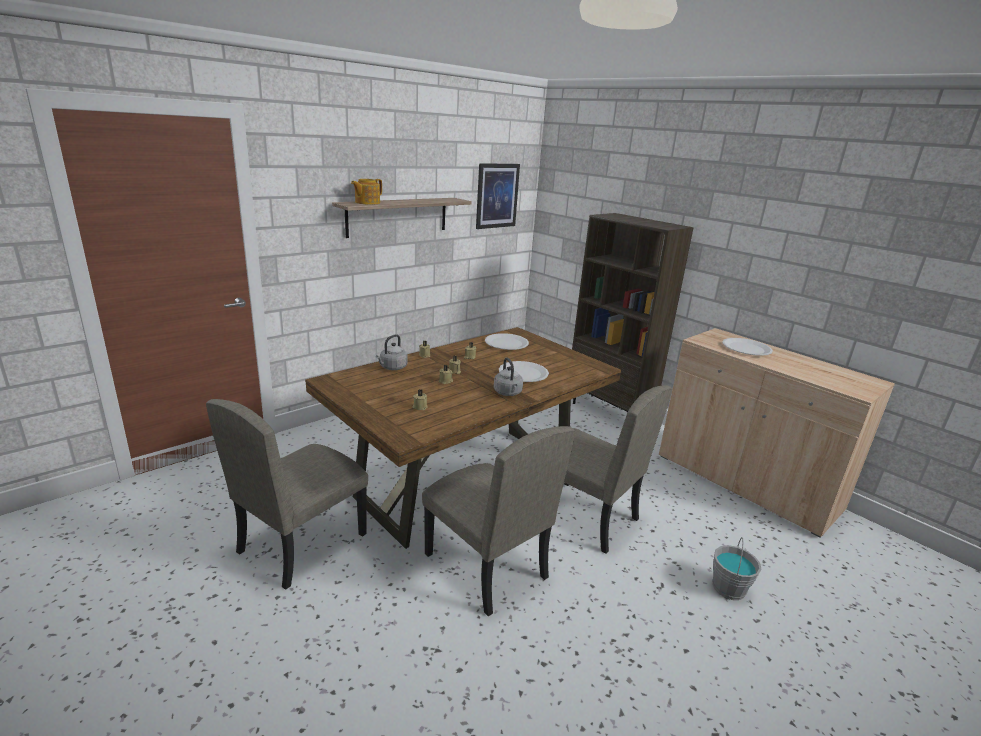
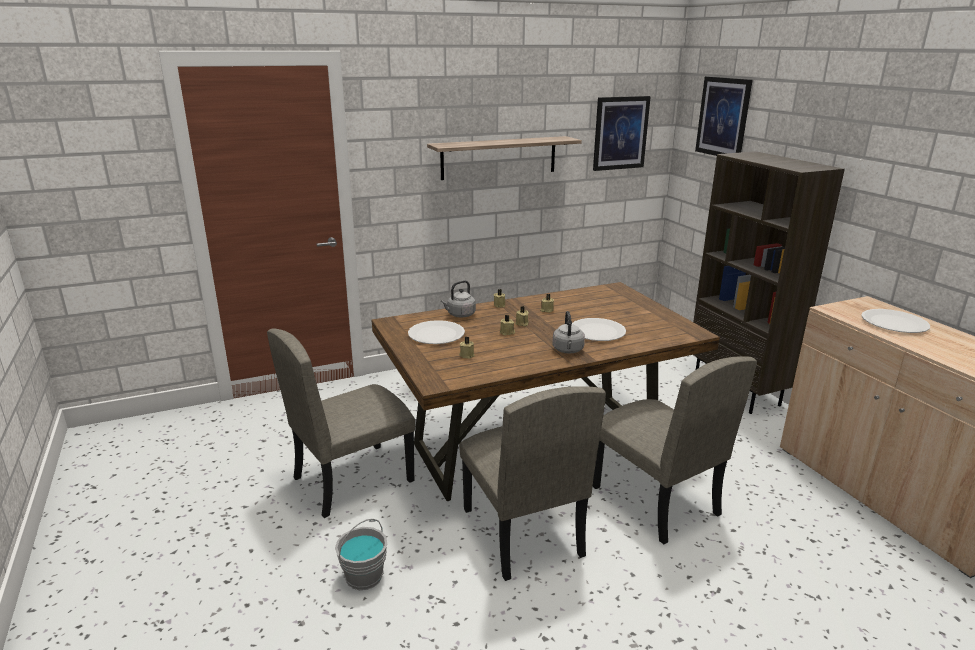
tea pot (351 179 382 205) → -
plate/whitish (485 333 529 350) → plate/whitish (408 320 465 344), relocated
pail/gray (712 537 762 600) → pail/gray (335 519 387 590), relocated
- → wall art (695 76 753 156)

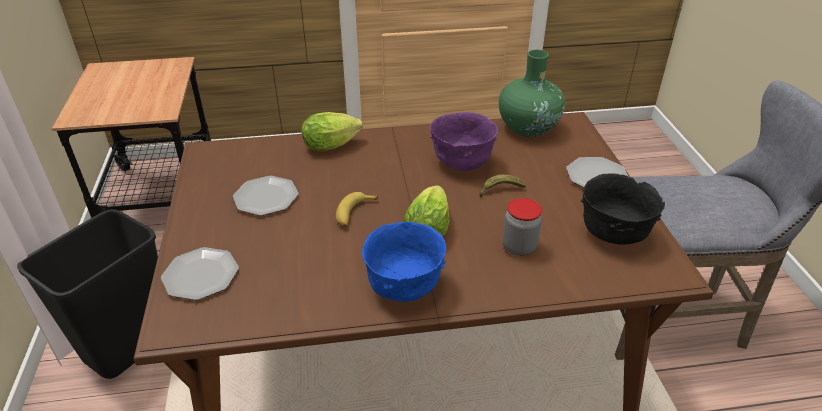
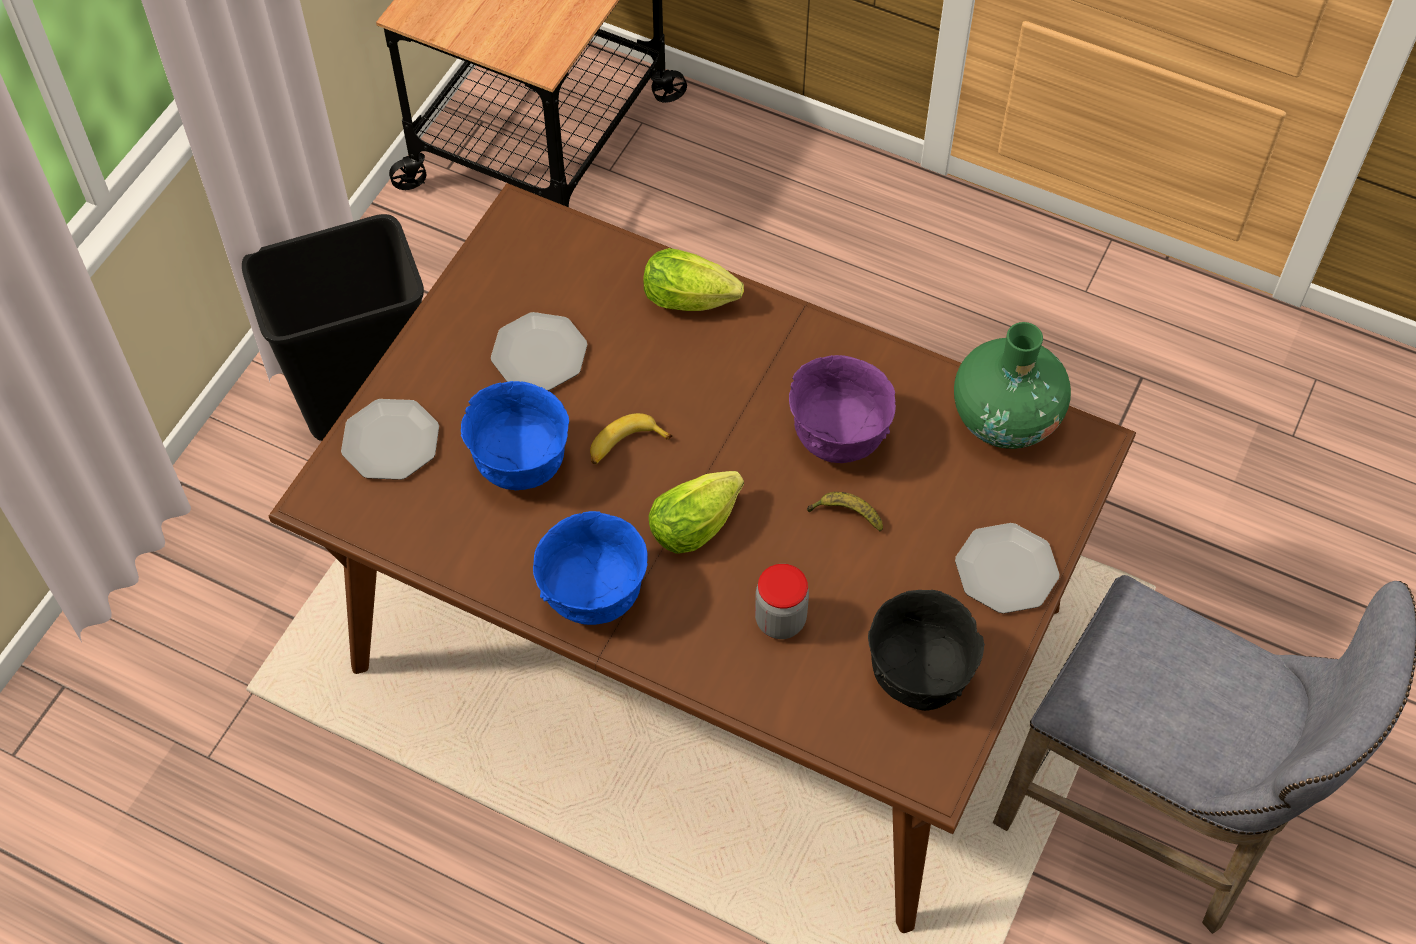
- → bowl/blue-coloured (461 381 569 490)

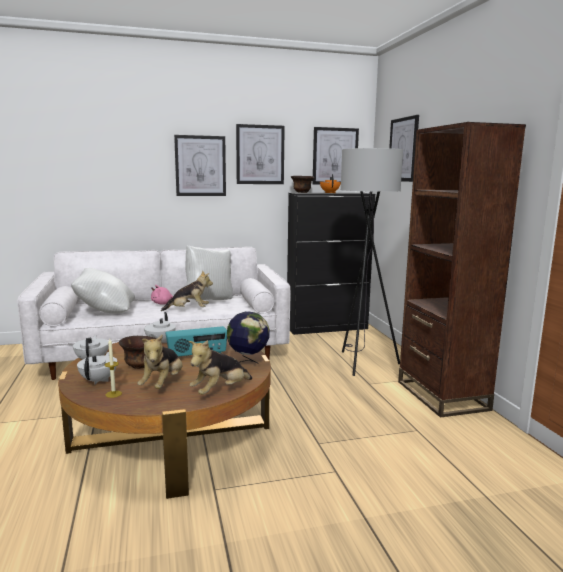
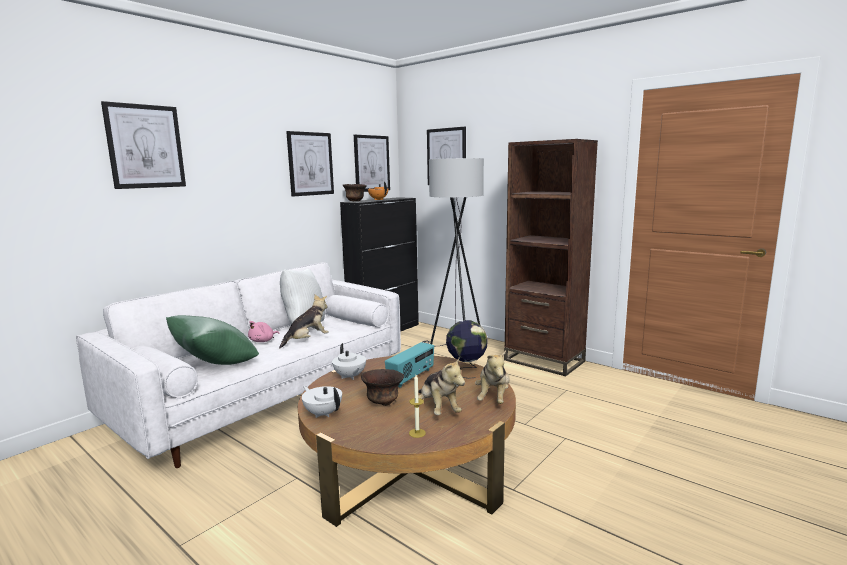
throw pillow/whitish (71 268 135 314) → throw pillow/green (166 315 259 365)
tea pot/whitish (77 352 117 385) → -
wall art (174 135 226 196) → wall art (101 101 186 189), relocated

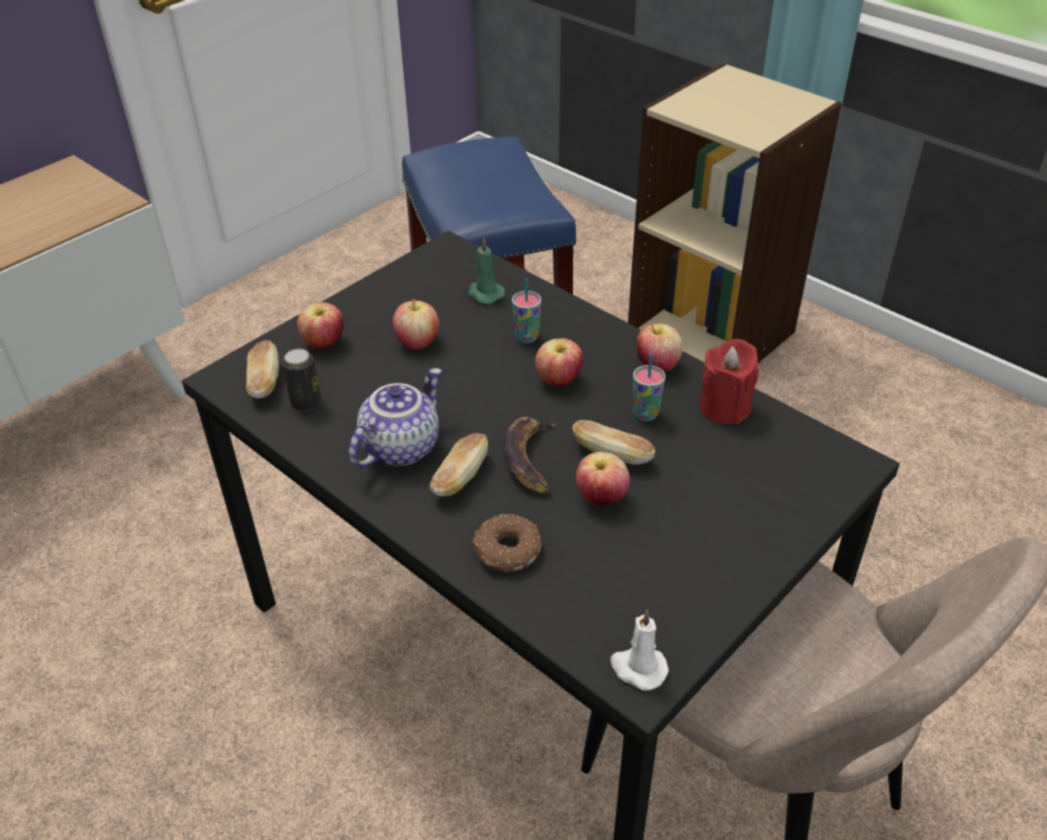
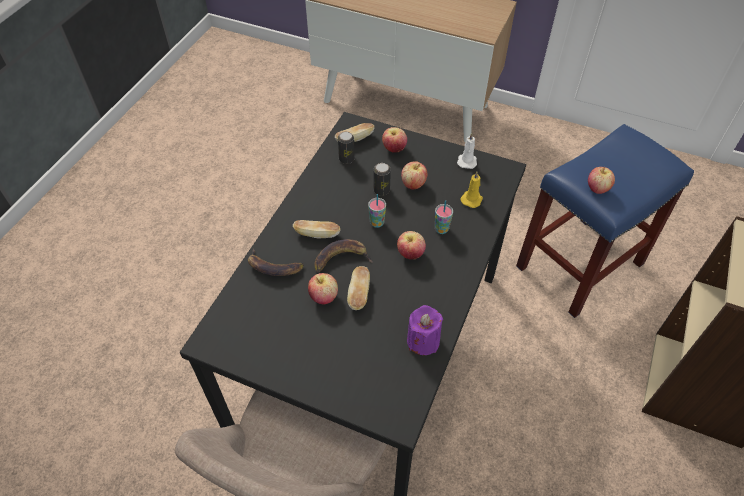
tea pot (348 368 442 468) → -
wax candle/green (468 238 505 304) → wax candle/yellow-coloured (461 172 483 208)
ring doughnut (472 514 542 572) → whole banana (248 249 304 276)
wax candle/whitish (610 610 669 691) → wax candle/whitish (457 133 477 169), relocated
drinking cup (633 354 665 422) → drinking cup (368 194 386 228), relocated
apple fruit (636 323 683 372) → apple fruit (588 167 615 194), relocated
wax candle/reddish (700 339 759 425) → wax candle/purple (407 305 443 355)
- → can (374 163 391 196)

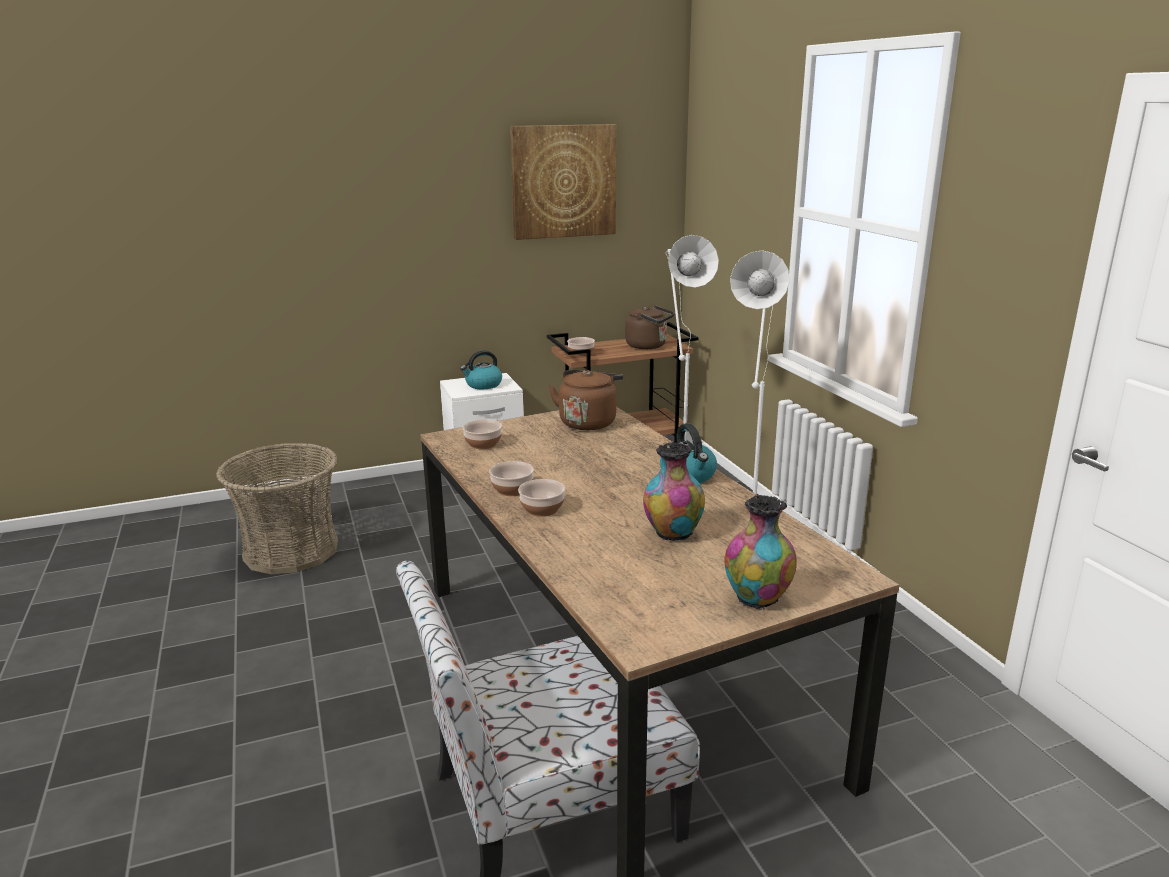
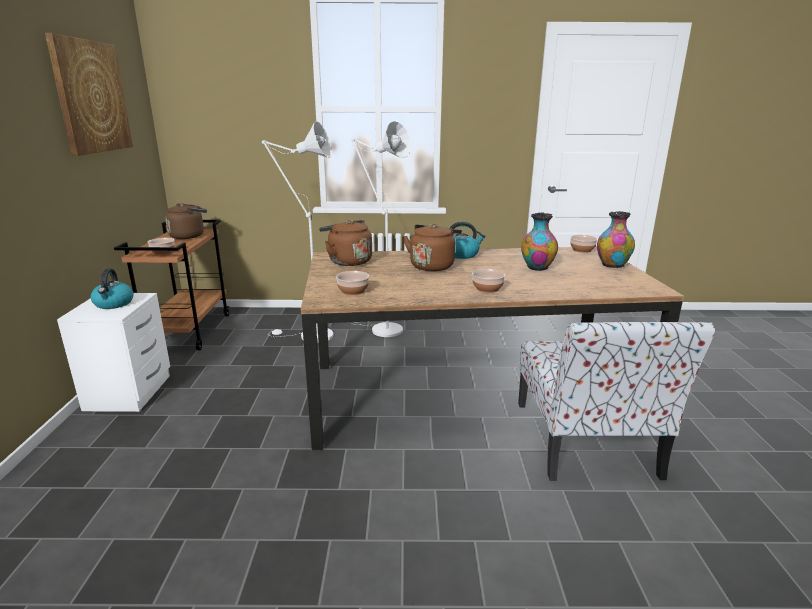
basket (216 443 338 574) → -
bowl (489 461 534 496) → bowl (570 235 598 253), relocated
- → water kettle/brown (403 224 462 271)

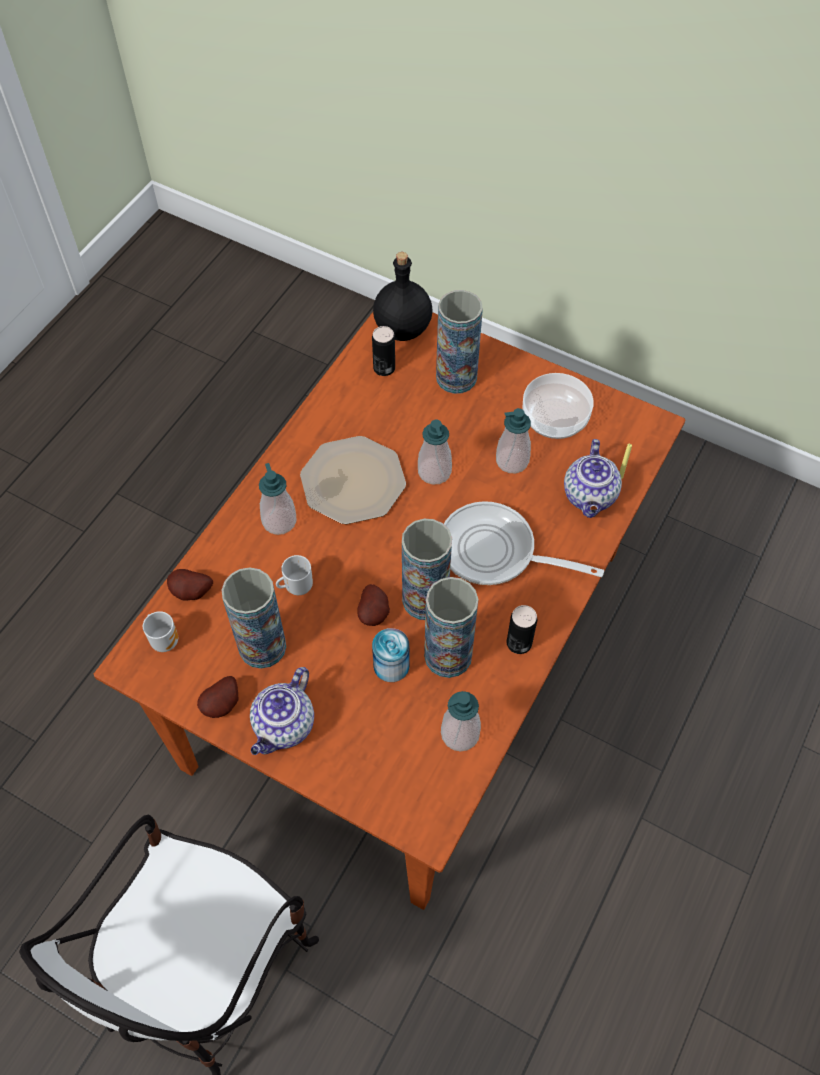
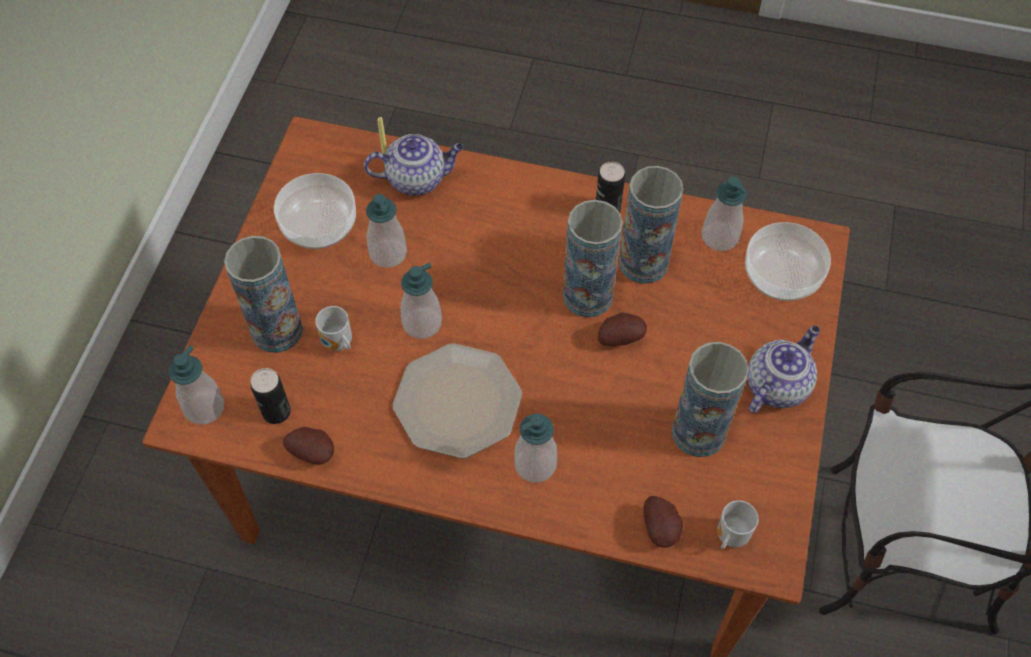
spud (197 676 238 718) → spud (283 427 334 465), relocated
tea pot (250 667 314 755) → tea pot (748 325 820 413), 60 degrees counterclockwise
tea mug (276 555 313 595) → tea mug (315 306 352 351), relocated
can (372 628 409 682) → -
bottle/black (373 252 433 341) → liquid soap bottle (169 345 224 425)
pan (444 501 604 585) → -
- → bowl (745 222 831 301)

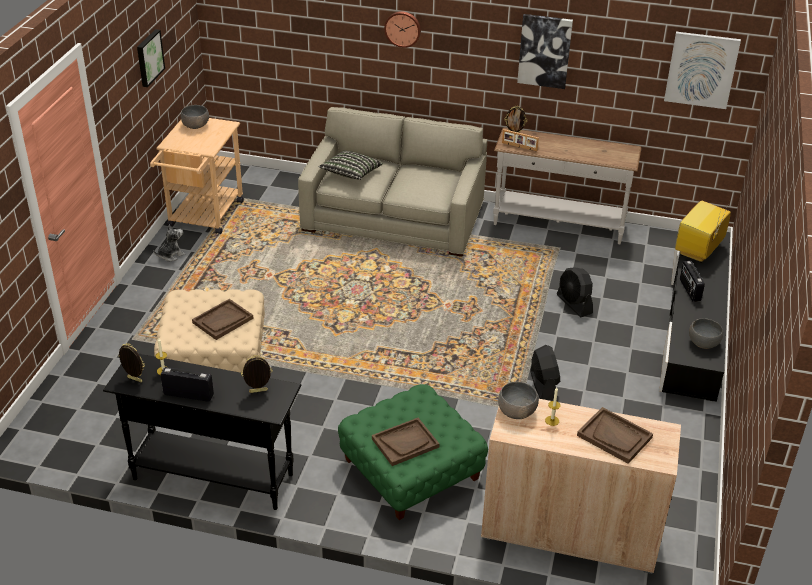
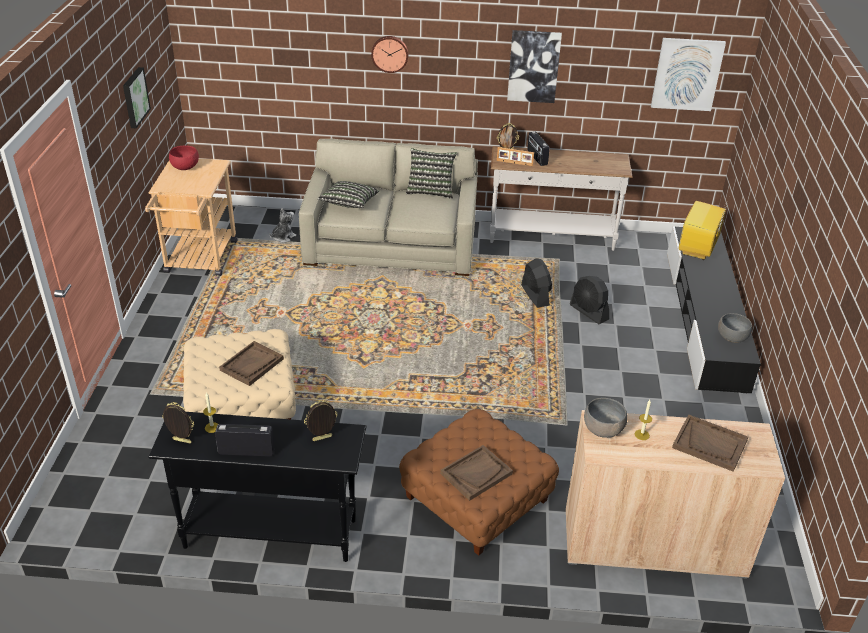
plush toy (154 225 185 261) → plush toy (269 208 296 243), relocated
bowl/gray (181 105 209 129) → bowl/reddish (169 145 199 170)
pouffe/green (338 384 488 520) → pouffe/brown (399 409 559 556)
cooling fan/black (530 345 560 401) → cooling fan/black (521 258 552 308), relocated
radio set (680 261 705 302) → radio set (527 132 550 166), relocated
- → throw pillow (406 148 457 199)

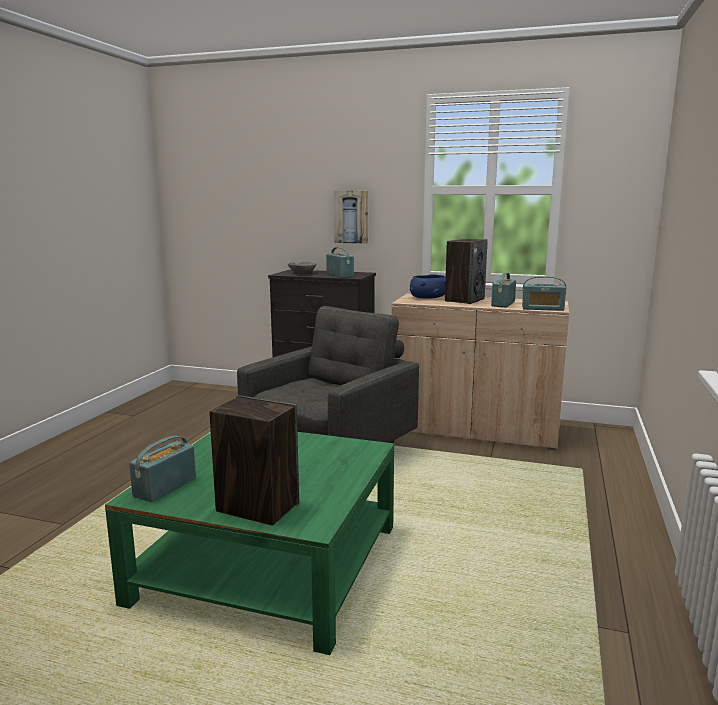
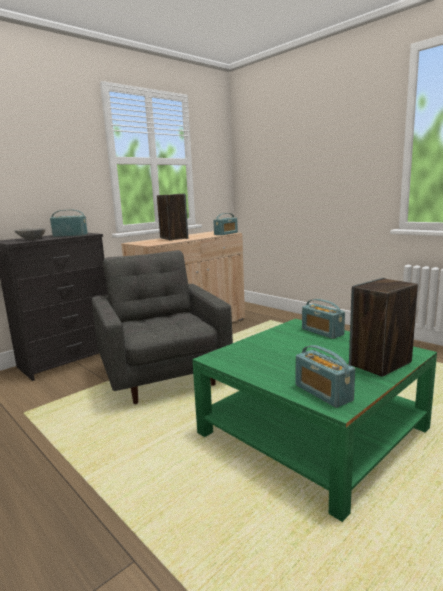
wall art (334 191 368 244) → -
bowl/blue-coloured (410 274 446 299) → -
radio set (491 273 516 308) → radio set (302 299 345 339), relocated

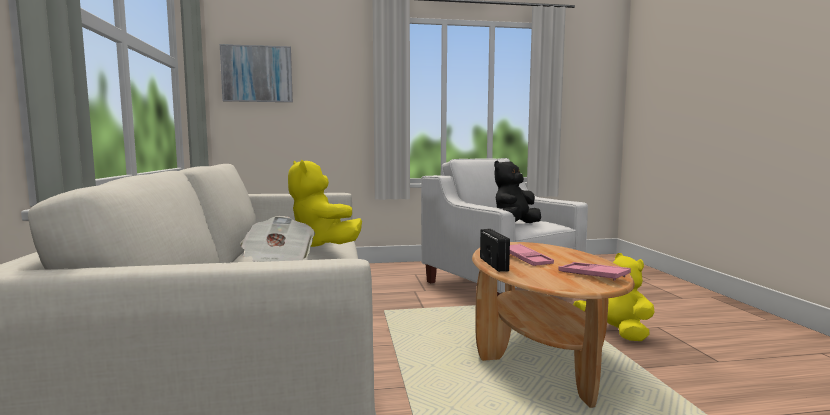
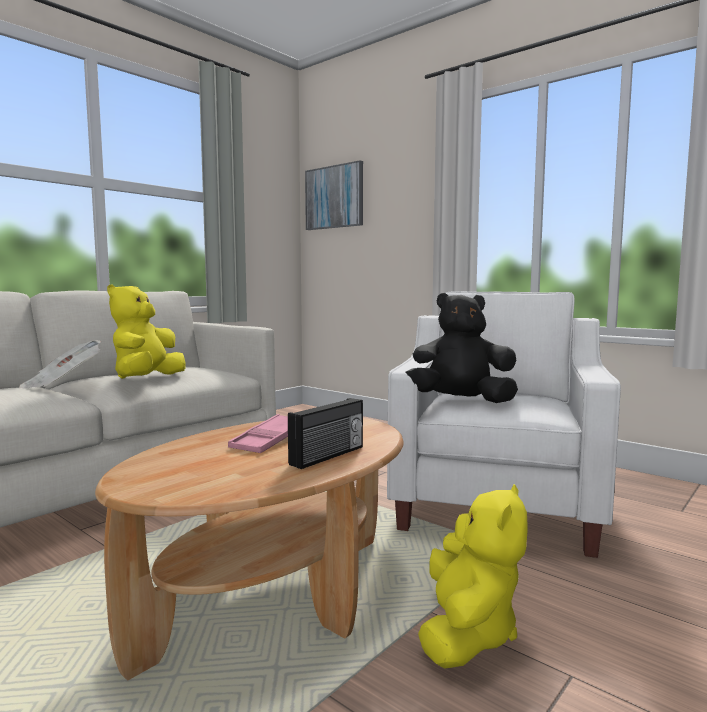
radio set (480 229 510 272) → radio set (288 398 363 469), relocated
tray/pink-coloured (558 262 631 281) → -

